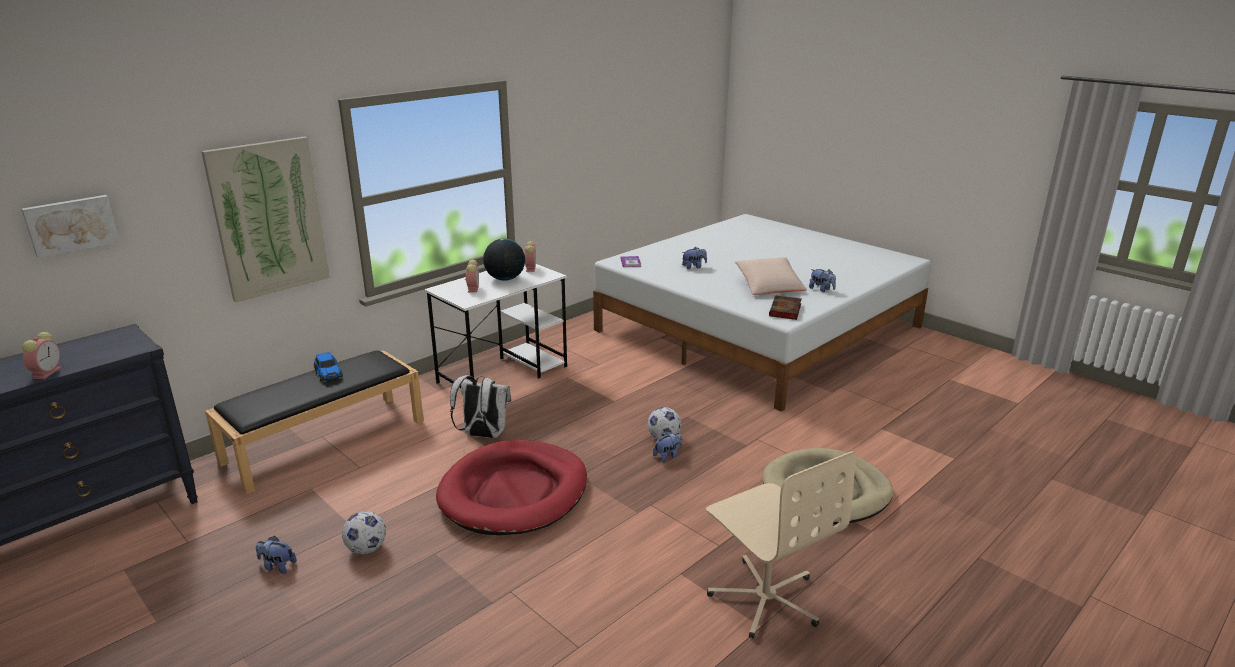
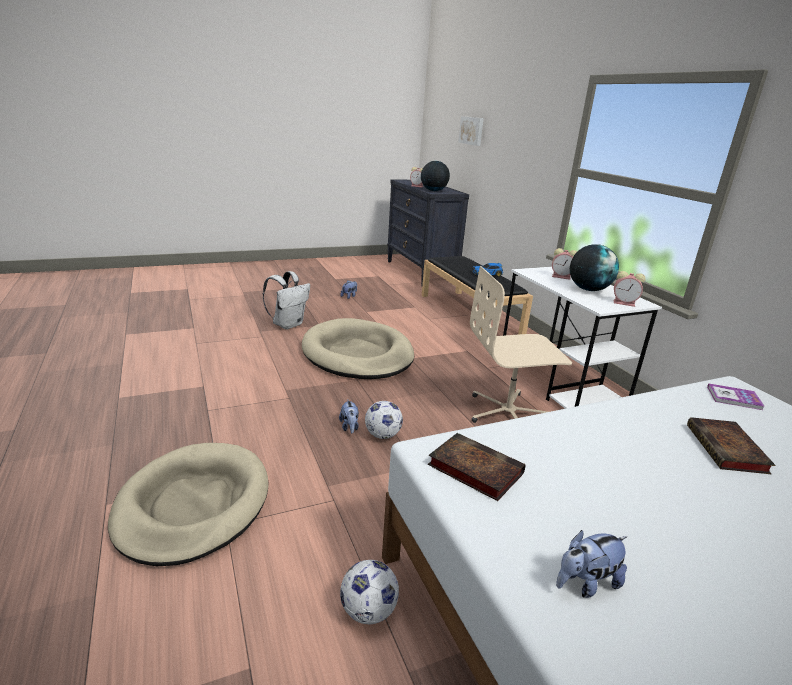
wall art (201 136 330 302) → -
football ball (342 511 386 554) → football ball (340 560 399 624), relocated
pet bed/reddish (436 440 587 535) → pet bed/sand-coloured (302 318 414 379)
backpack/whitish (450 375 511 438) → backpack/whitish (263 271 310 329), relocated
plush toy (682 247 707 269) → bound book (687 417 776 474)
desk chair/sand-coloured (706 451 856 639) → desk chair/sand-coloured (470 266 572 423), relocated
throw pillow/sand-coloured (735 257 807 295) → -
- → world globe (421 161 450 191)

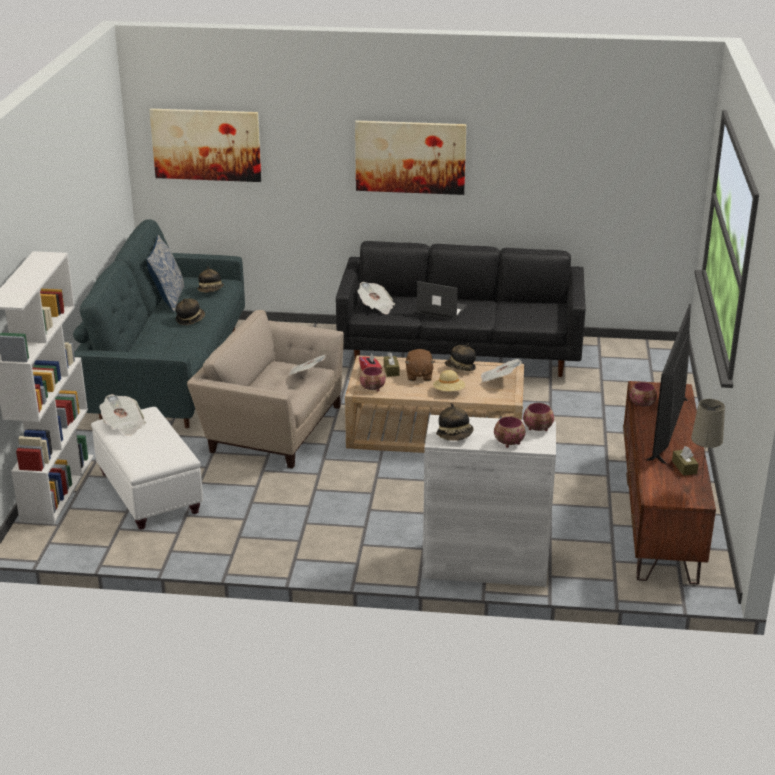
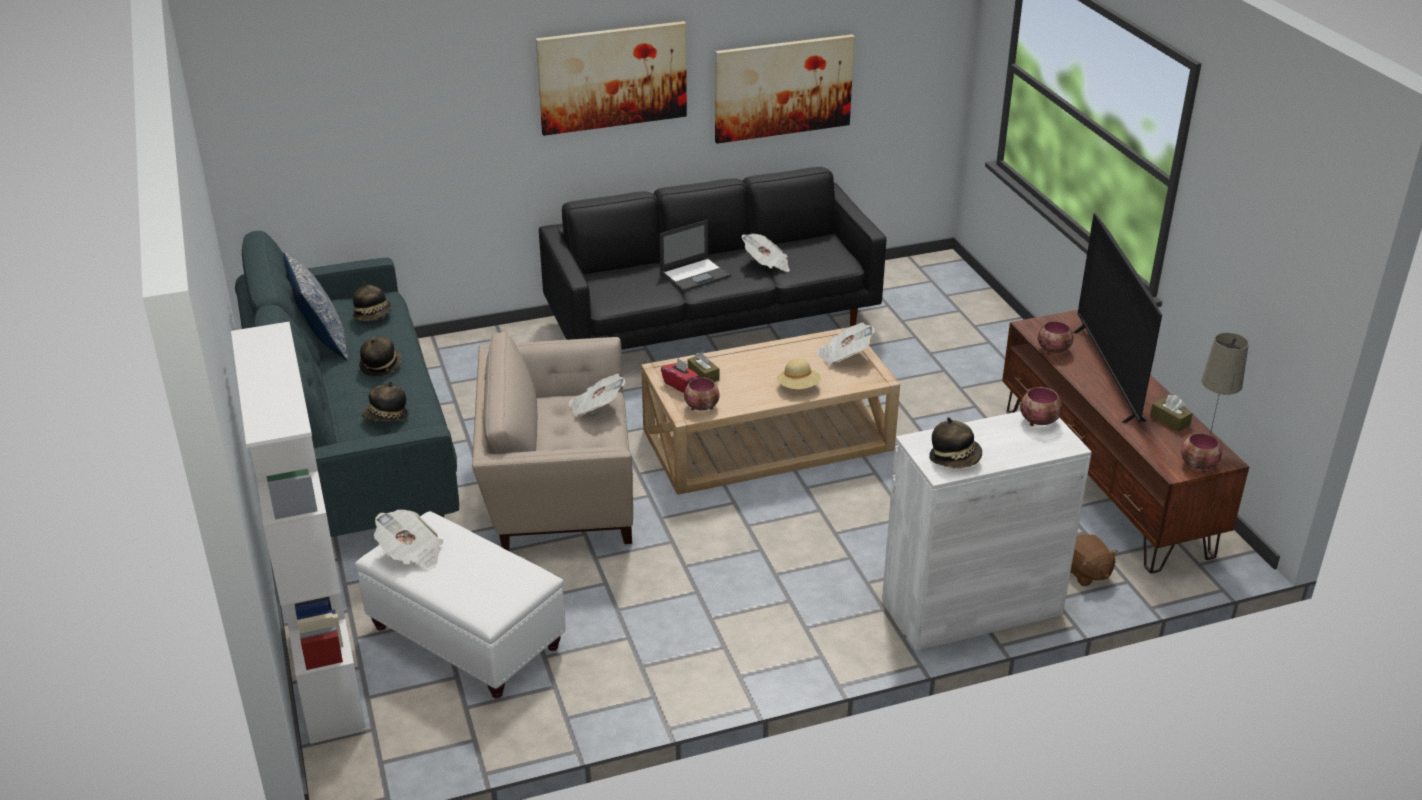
wall art (150 109 261 182) → wall art (715 34 855 144), relocated
newspaper (357 282 395 314) → newspaper (742 234 789 272), relocated
plush toy/brown (405 349 435 381) → plush toy/brown (1070 534 1118 586), relocated
notebook computer (417 281 467 320) → notebook computer (660 220 731 292), 150 degrees clockwise
clothing hat (445 343 476 371) → clothing hat (362 381 409 421), relocated
bowl (494 416 526 448) → bowl (1181 433 1222 473), relocated

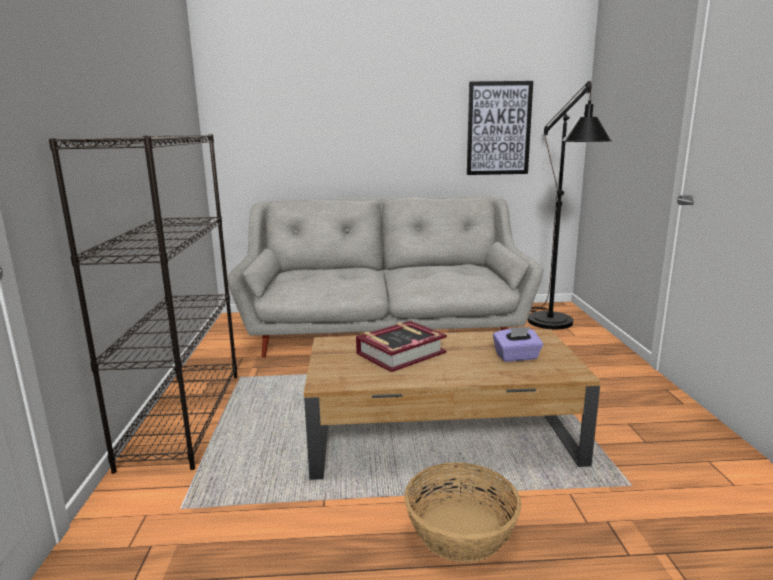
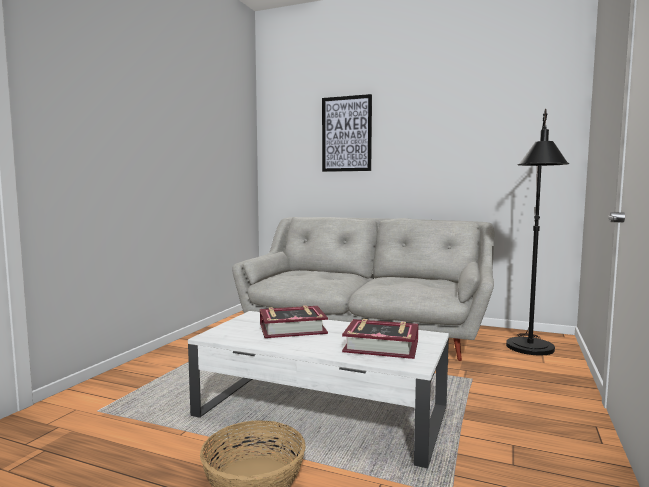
shelving unit/black (49 134 237 474) → -
lounge table/brown (304 329 601 480) → lounge table/whitish (188 311 449 469)
wall art (467 81 533 175) → wall art (322 94 372 172), relocated
tissue box/purple (493 327 543 362) → bound book (342 319 419 359)

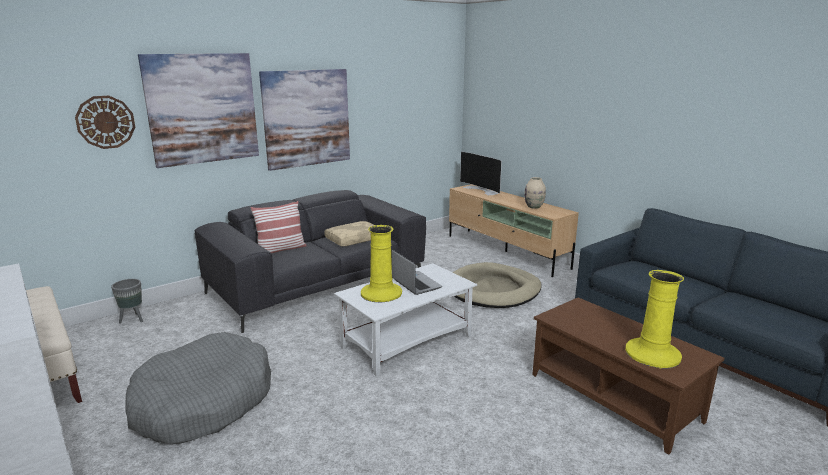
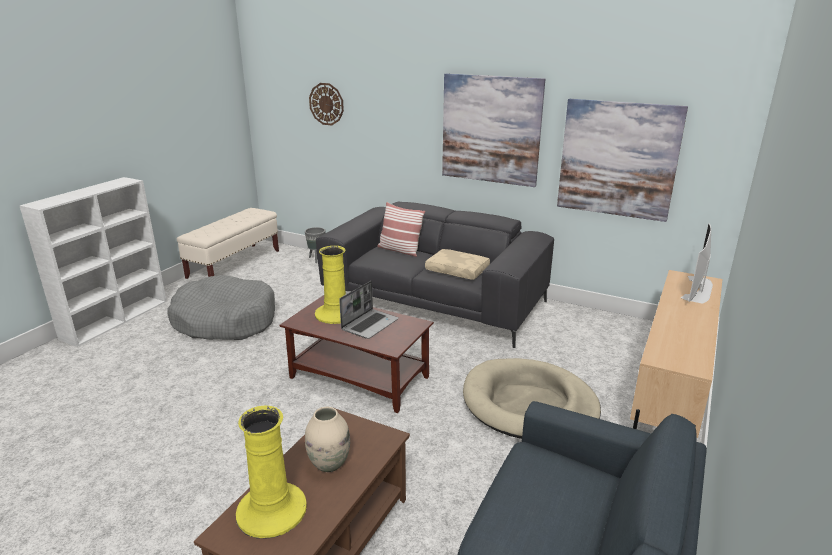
wall art (138 53 259 168) → wall art (557 99 688 222), relocated
lounge table/whitish (334 263 477 376) → lounge table/brown (279 295 434 413)
flower vase/sand-coloured (524 177 546 209) → flower vase/sand-coloured (305 407 350 472), relocated

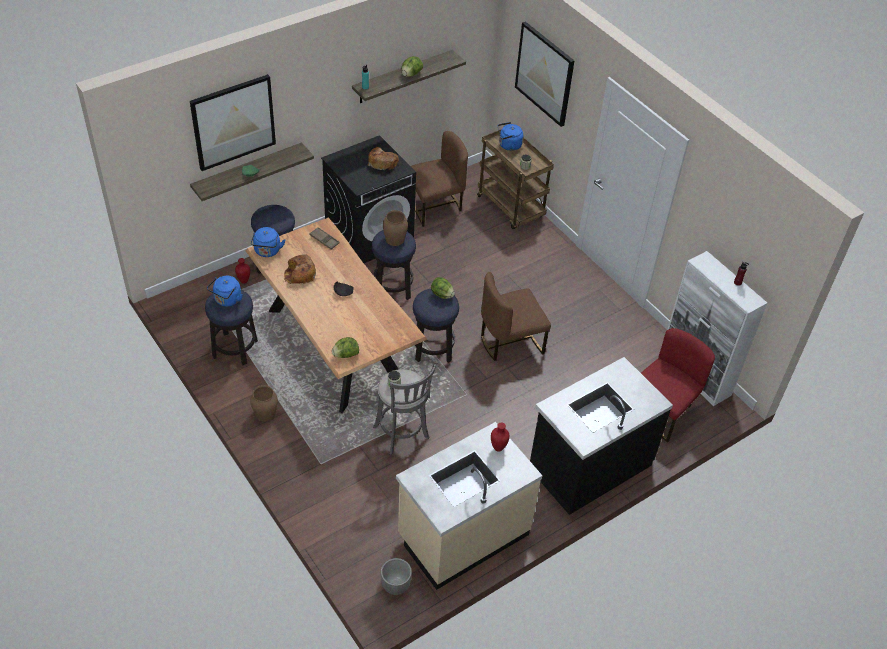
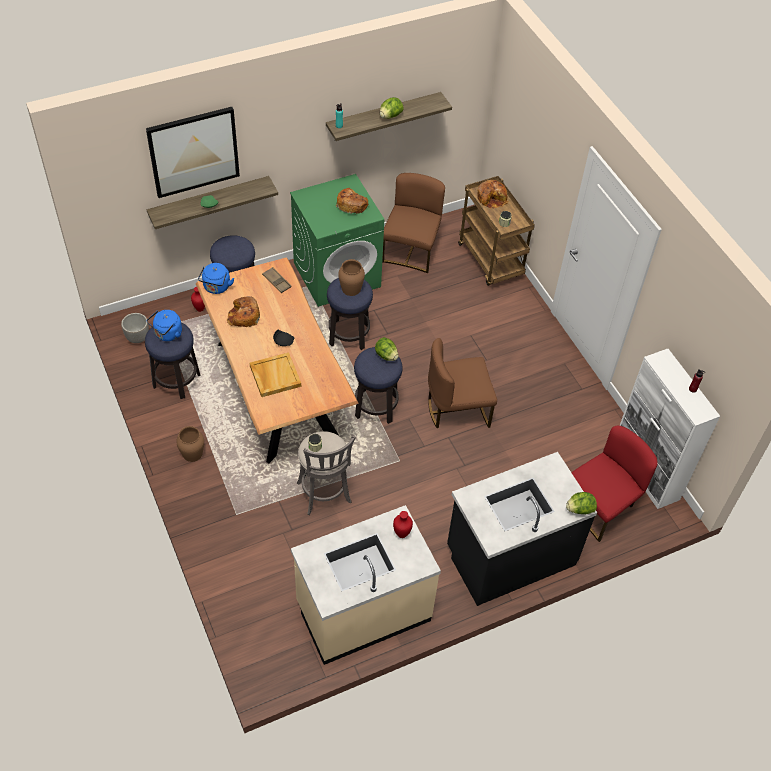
washing machine/black (321 135 416 263) → washing machine/green (290 174 384 307)
lettuce (332 337 359 358) → lettuce (566 492 597 514), relocated
plant pot (380 558 412 595) → plant pot (121 313 149 343), relocated
upright chair/brown (411 131 468 227) → upright chair/brown (382 173 445 273), 60 degrees counterclockwise
water kettle/blue-coloured (498 122 523 151) → bakery bread (477 180 508 209)
wall art (515 21 575 127) → -
- → tray/sand-coloured (250 352 301 397)

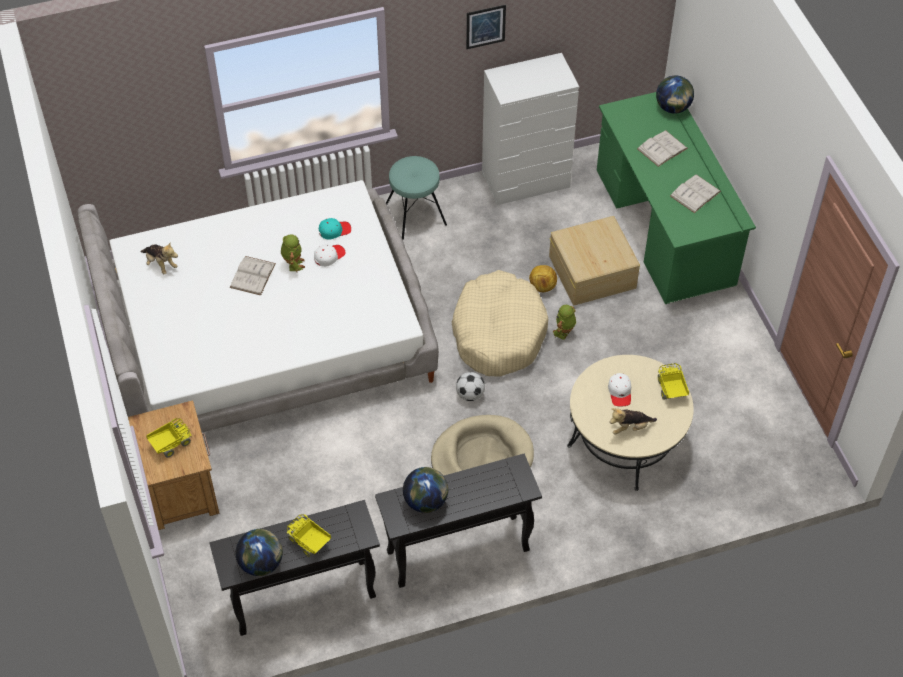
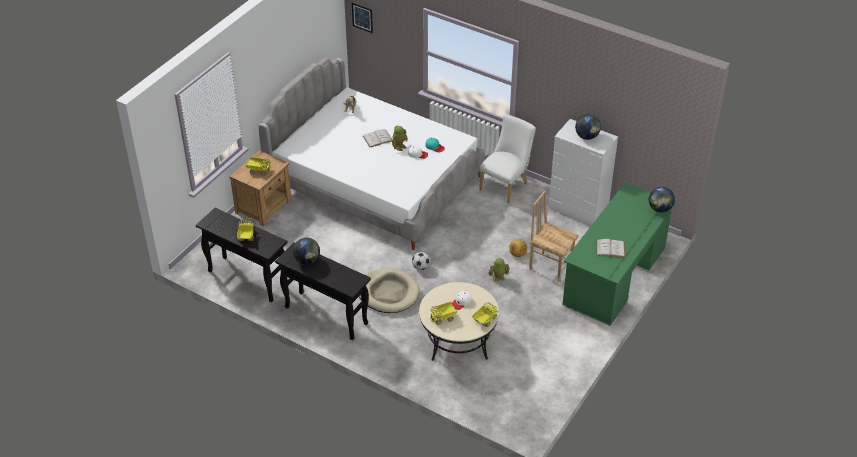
world globe (235 529 283 576) → world globe (575 114 601 140), relocated
stool seat/turquoise (386 156 447 240) → upright chair/whitish (479 115 536 204)
pet bed/sand-coloured (452 270 548 377) → -
wall art (466 4 506 49) → wall art (352 2 373 33), relocated
storage bin/sand-coloured (549 216 640 305) → upright chair/brown (529 191 579 282)
plush toy (610 408 657 435) → toy lorry (430 302 457 325)
bound book/whitish (637 130 688 167) → -

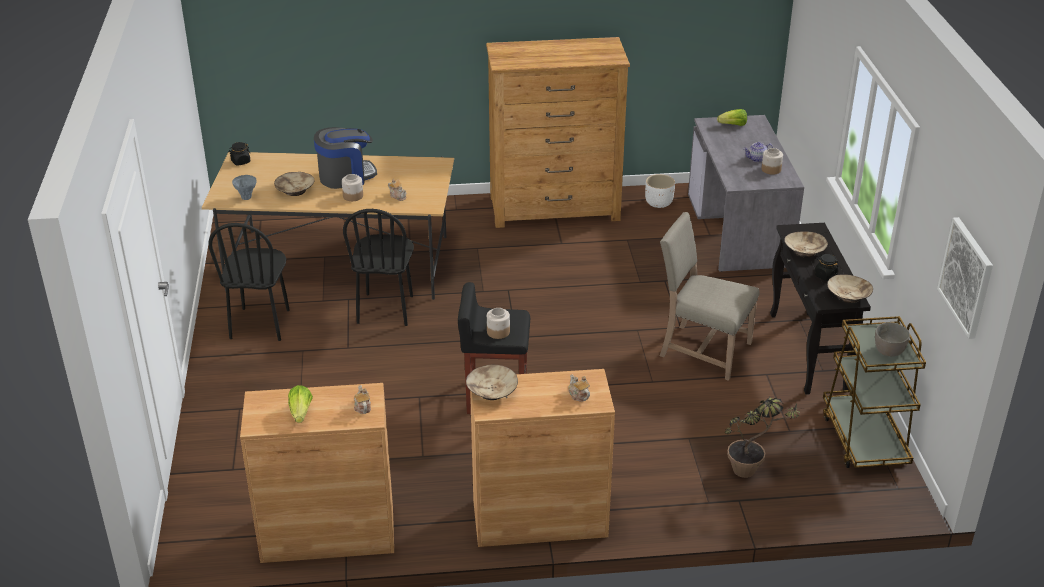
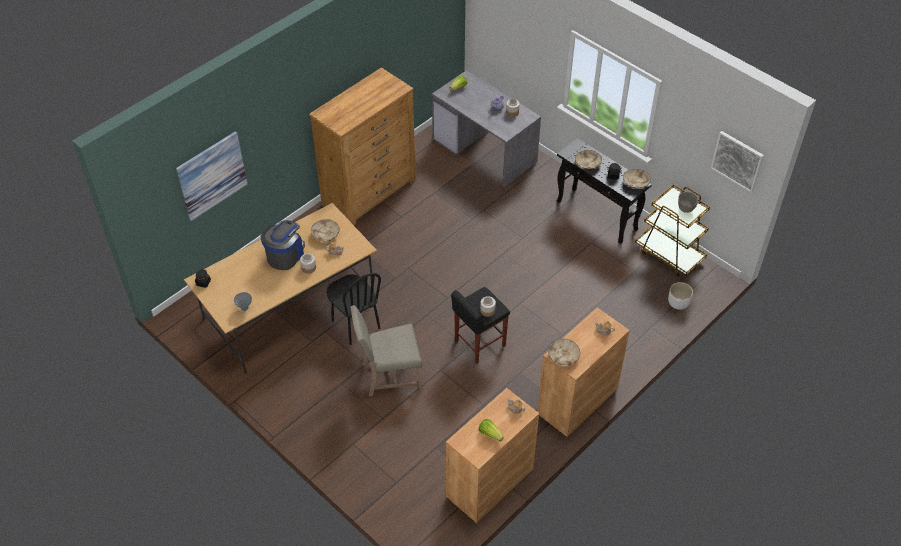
upright chair/black (208 223 290 341) → -
bowl/sand-coloured (274 172 314 196) → bowl/sand-coloured (311 219 339 241), relocated
plant pot/whitish (645 174 675 208) → plant pot/whitish (668 282 693 310), relocated
upright chair/sand-coloured (660 212 760 381) → upright chair/sand-coloured (350 305 422 396), relocated
plant in a pot (725 396 804 478) → -
- → wall art (176 131 247 221)

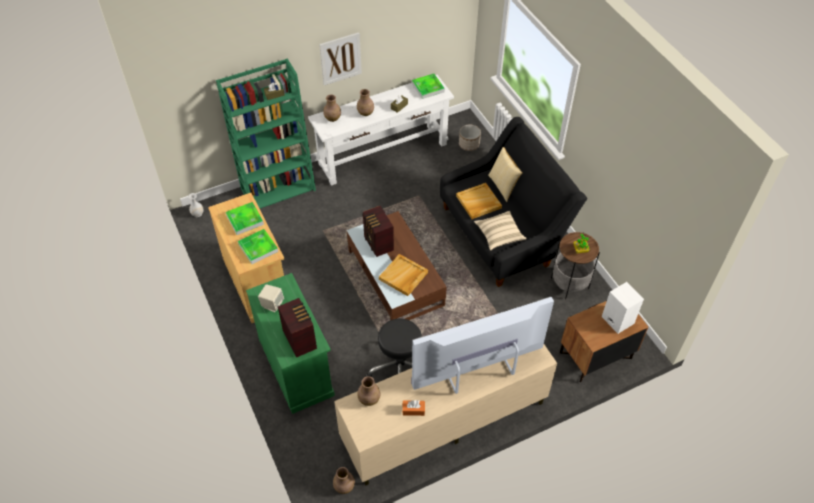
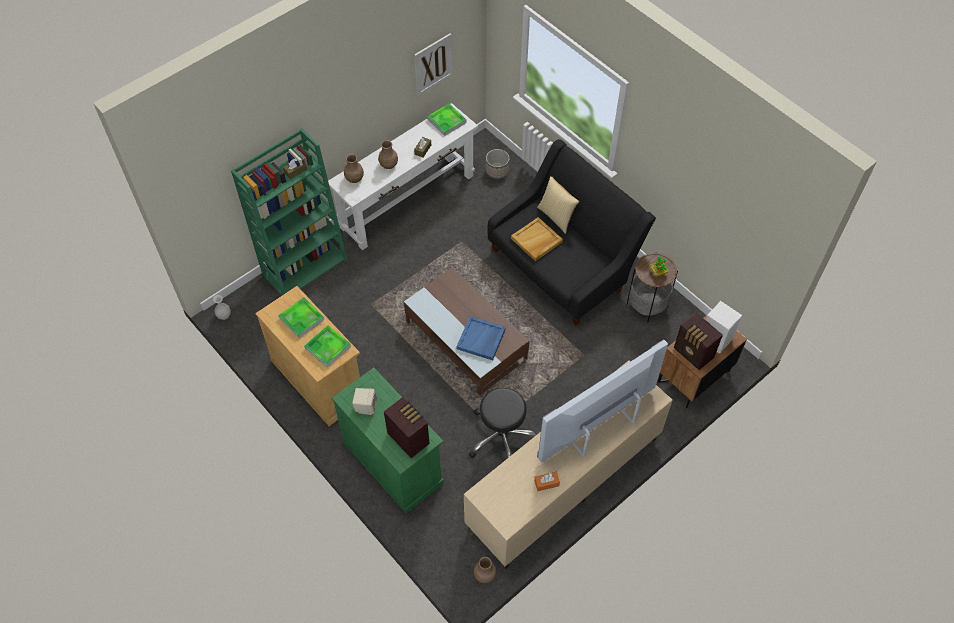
wall art (319 32 362 85) → wall art (414 33 453 96), relocated
flower vase/brown (358 376 380 406) → -
radio set (363 206 394 257) → radio set (674 312 723 370), relocated
tray/sand-coloured (379 254 428 296) → tray/blue-coloured (456 316 506 360)
throw pillow/sand-coloured (474 211 527 251) → -

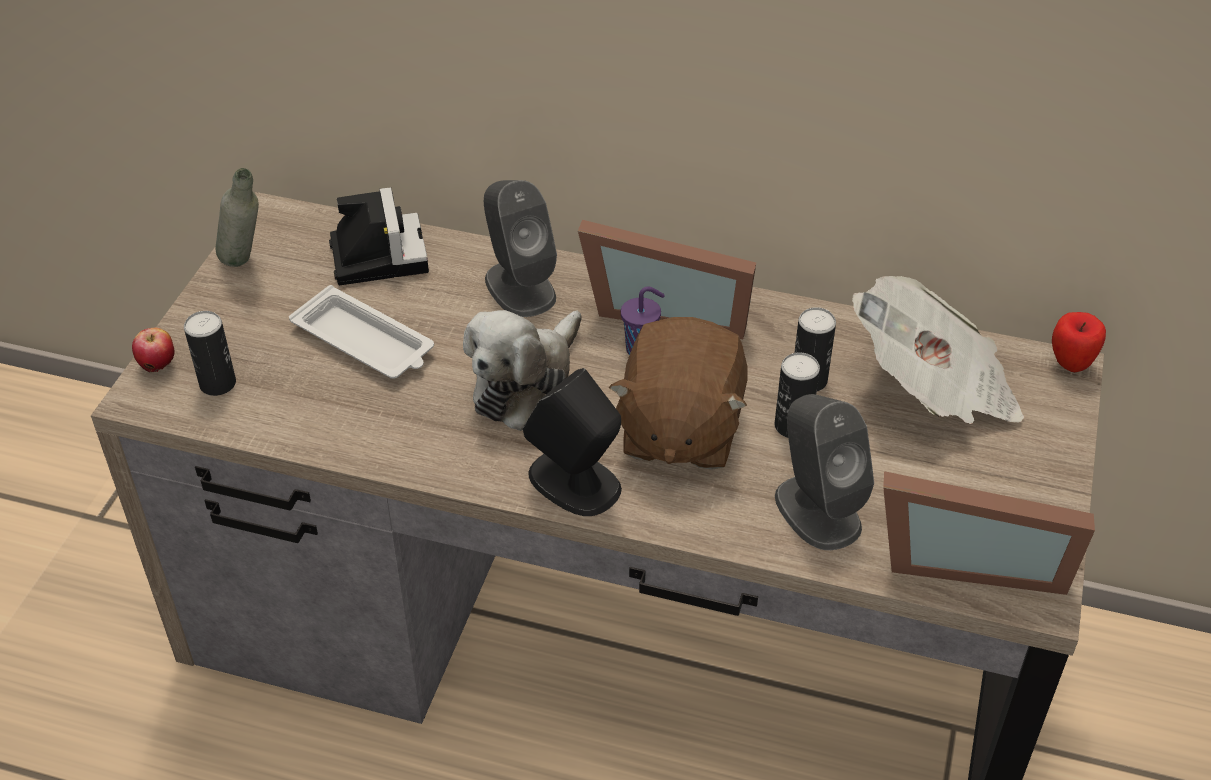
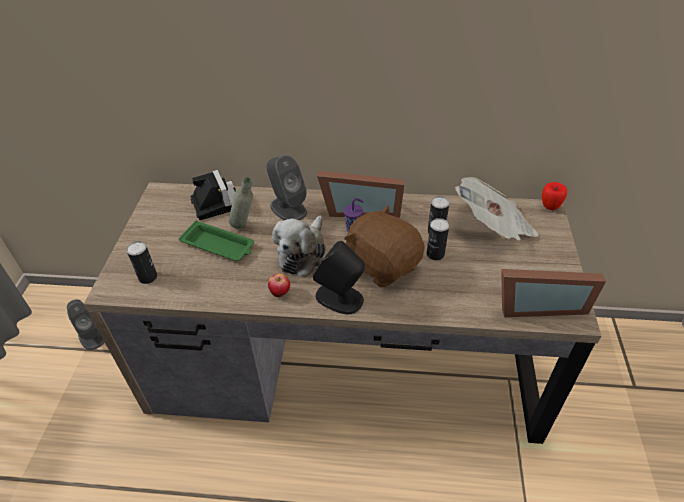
apple fruit (132 328 174 373) → apple fruit (268 273 290 297), relocated
bottle/gray (216 168 259 267) → bottle/gray (229 177 253 229), relocated
tray/whitish (289 285 434 379) → tray/green (178 221 254 261)
plush toy/brown (609 317 748 470) → plush toy/brown (344 205 425 287), 135 degrees clockwise
loudspeaker/gray (775 394 874 550) → loudspeaker/gray (67 299 105 350), relocated

